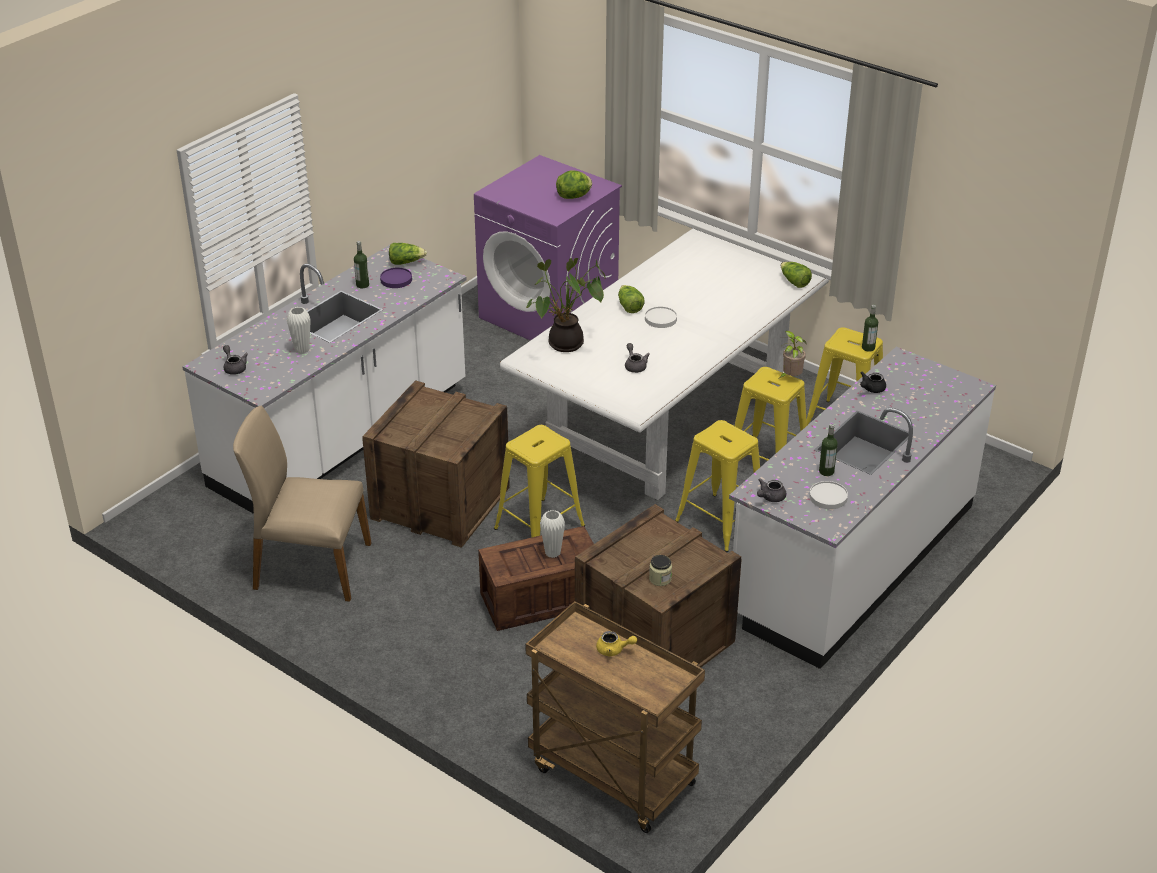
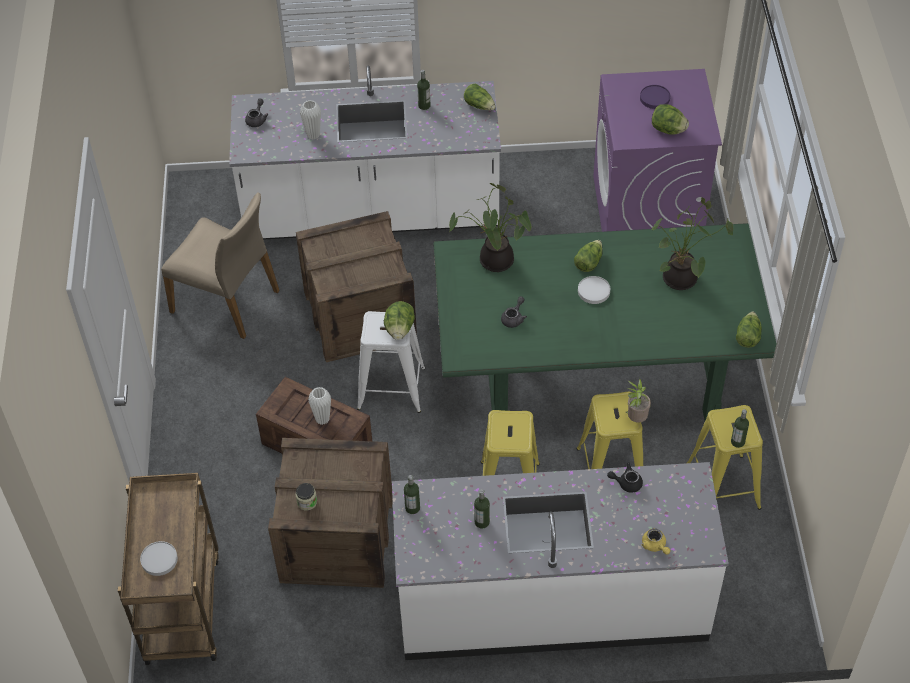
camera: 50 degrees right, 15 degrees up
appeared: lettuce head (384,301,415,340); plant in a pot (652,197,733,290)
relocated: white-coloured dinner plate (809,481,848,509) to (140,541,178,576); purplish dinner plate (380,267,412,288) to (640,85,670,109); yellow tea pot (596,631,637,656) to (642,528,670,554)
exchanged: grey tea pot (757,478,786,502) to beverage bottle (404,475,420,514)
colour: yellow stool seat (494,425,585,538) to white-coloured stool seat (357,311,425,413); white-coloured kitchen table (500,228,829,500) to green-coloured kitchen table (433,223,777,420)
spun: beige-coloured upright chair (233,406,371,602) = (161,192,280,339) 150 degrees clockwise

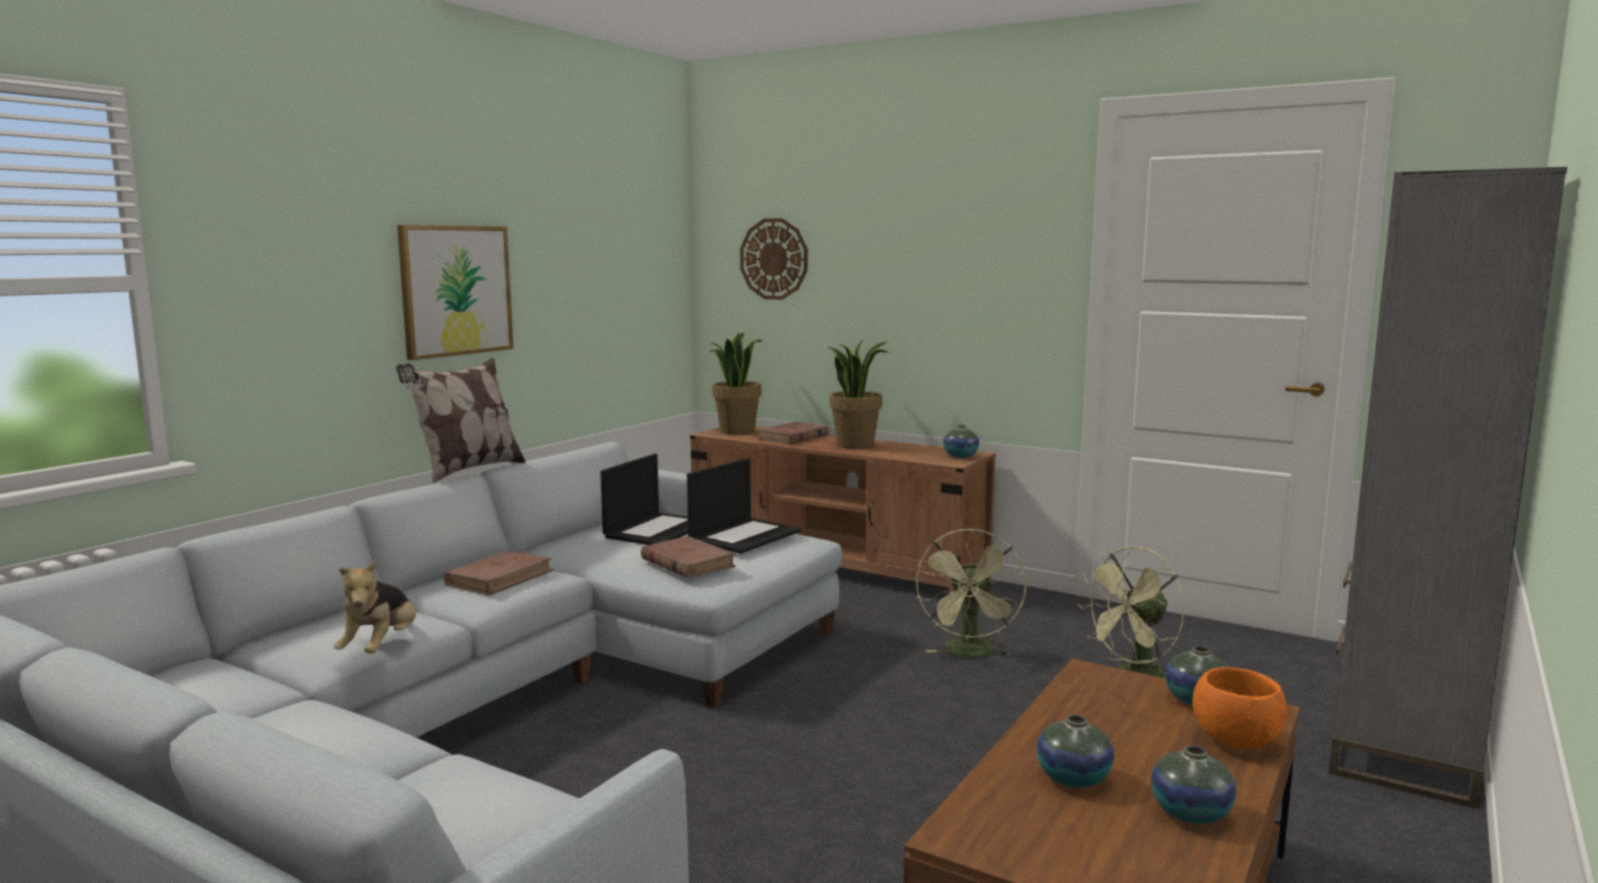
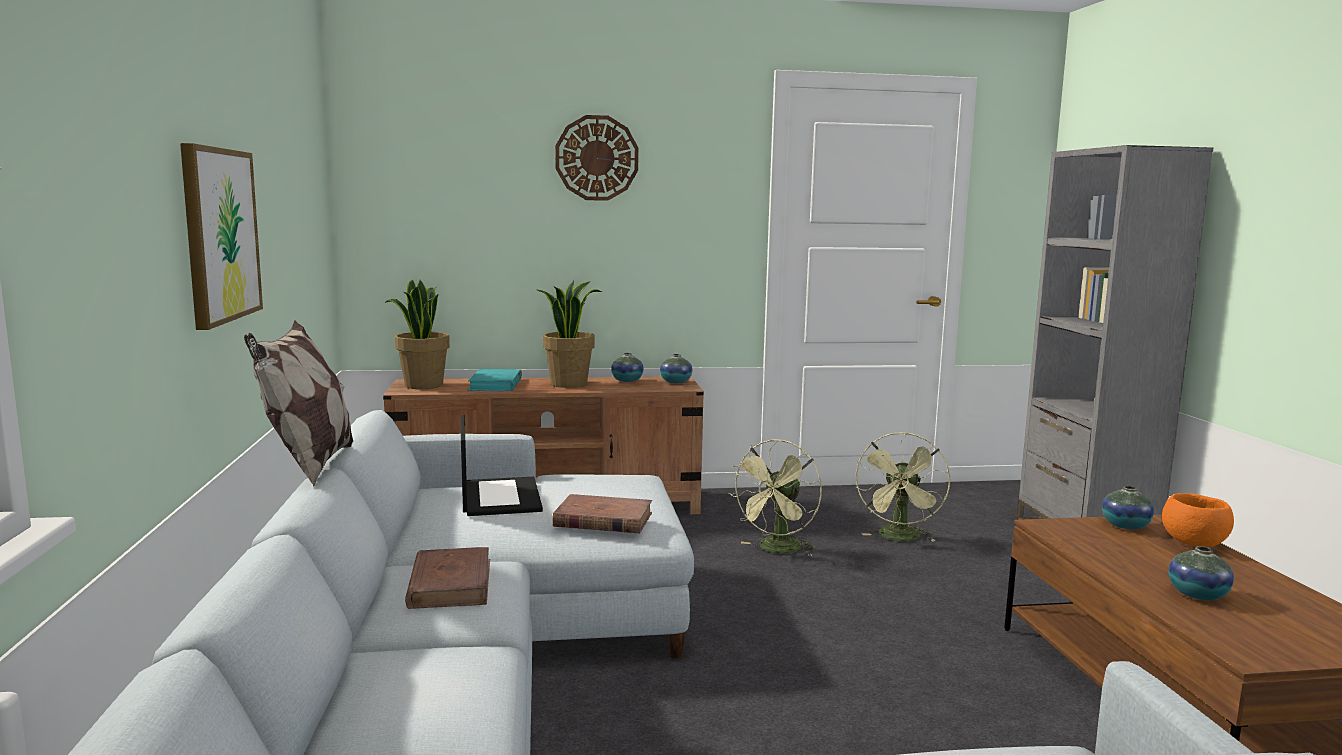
camera: 40 degrees left, 0 degrees up
missing: cuddly toy (334,560,416,654); laptop (687,458,801,554)
relocated: clock on the wall (740,218,808,300) to (555,115,639,201); decorative vase (1151,746,1236,824) to (611,353,644,382)
colour: brownish book (757,422,829,444) to turquoise book (467,369,522,391)
spun: green-coloured cooling fan (916,528,1026,658) = (729,440,822,556) 60 degrees clockwise

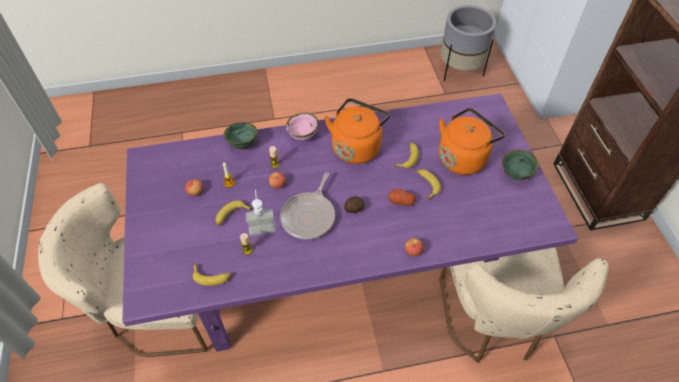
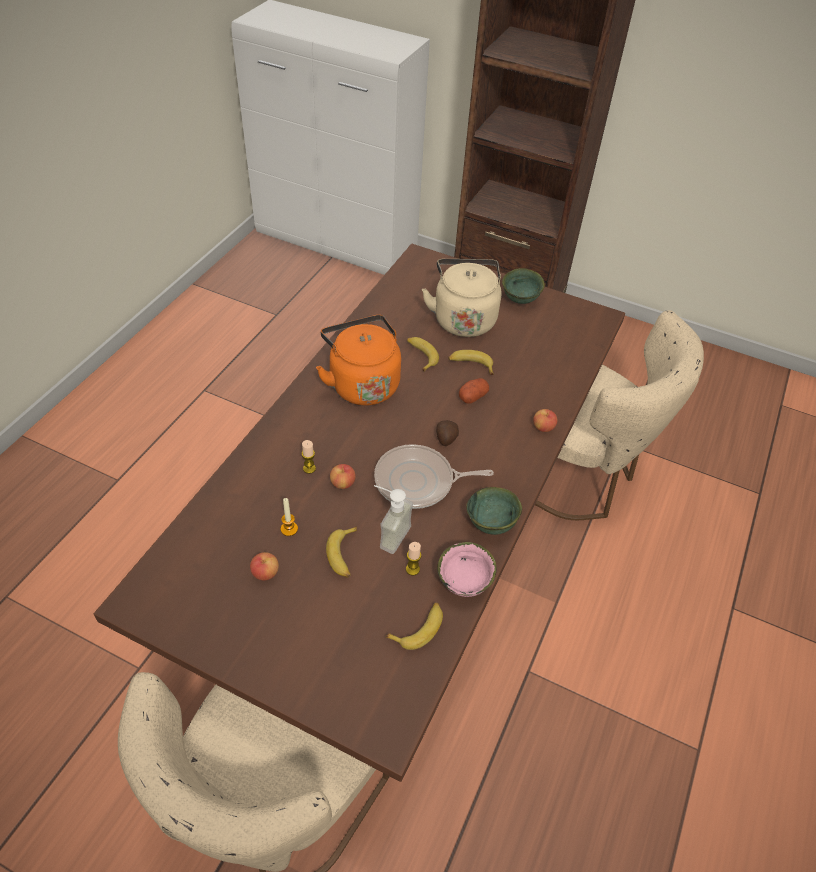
camera: 55 degrees left, 5 degrees down
missing: grey flower pot (440,5,496,81)
relocated: pinkish bowl (286,113,318,141) to (437,542,497,597); green-coloured bowl (224,122,258,150) to (466,487,522,535)
colour: purplish kitchen table (122,93,578,352) to brownish kitchen table (94,244,625,782); orange-coloured water kettle (438,108,505,175) to beige-coloured water kettle (422,259,501,337)
spun: skillet (280,172,335,240) = (374,444,494,509) 120 degrees clockwise

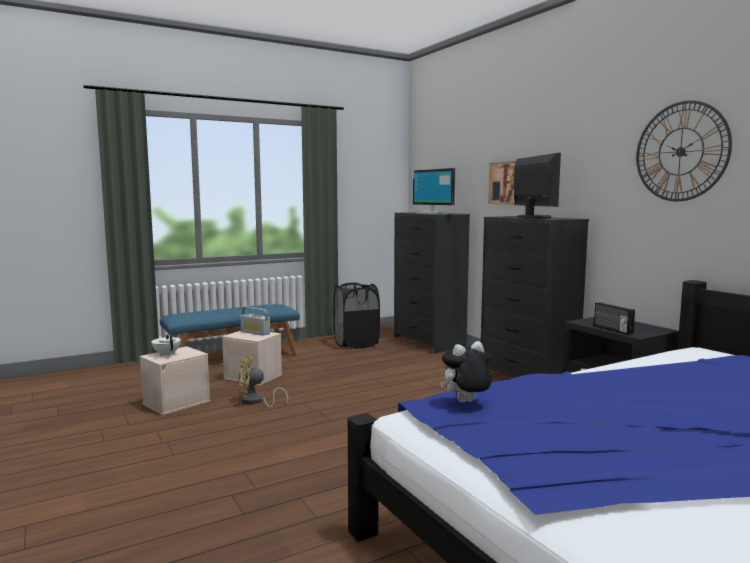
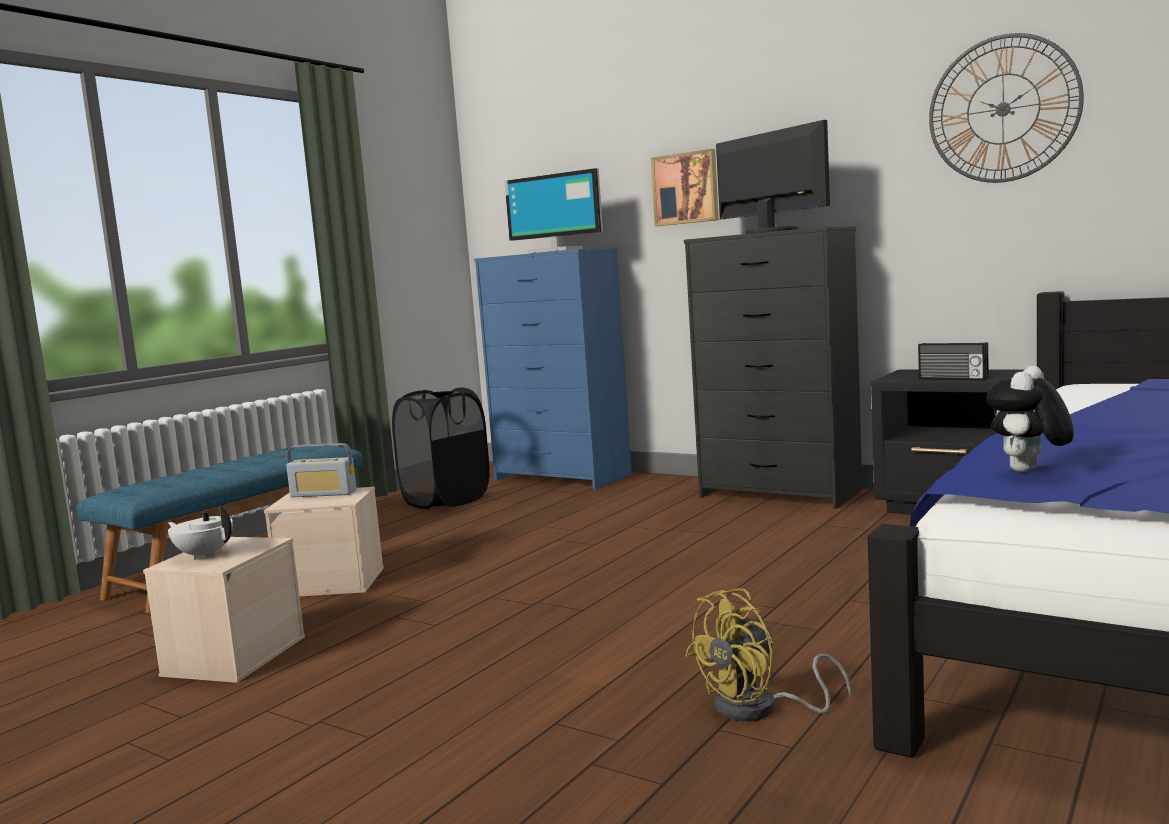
camera: 25 degrees left, 0 degrees up
relocated: yellow cooling fan (238,356,288,407) to (685,588,851,722)
colour: black-coloured chest of drawers (394,212,470,353) to blue chest of drawers (474,248,632,489)

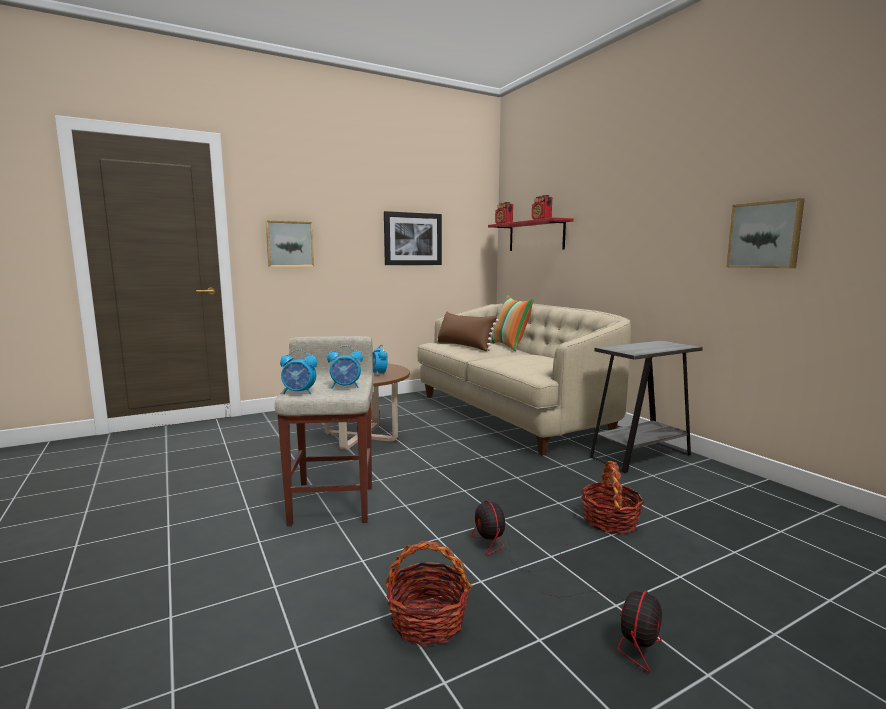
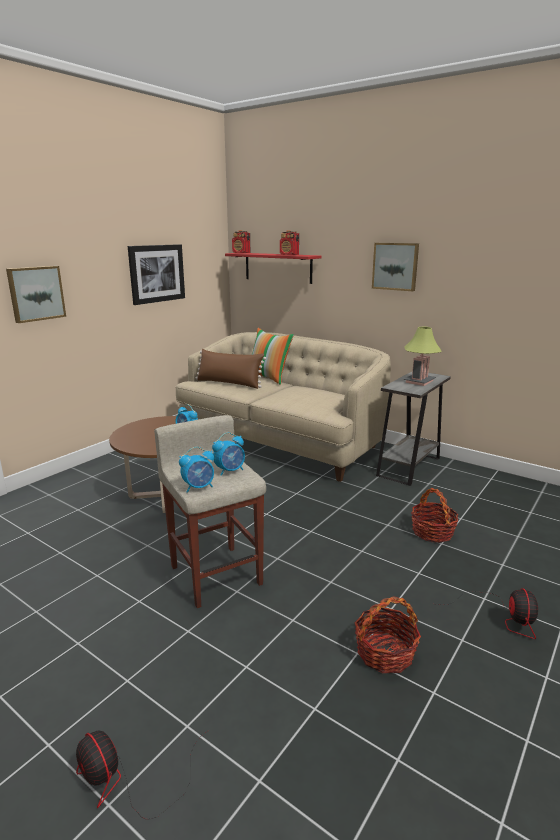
camera: 25 degrees left, 10 degrees up
appeared: lamp for a table (403,327,442,386)
relocated: cooling fan (472,501,577,572) to (76,729,210,820); wall picture (726,198,805,268) to (372,243,419,291)

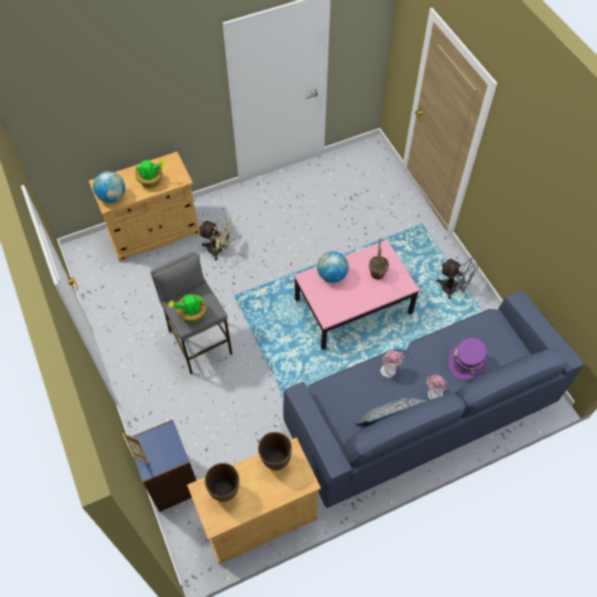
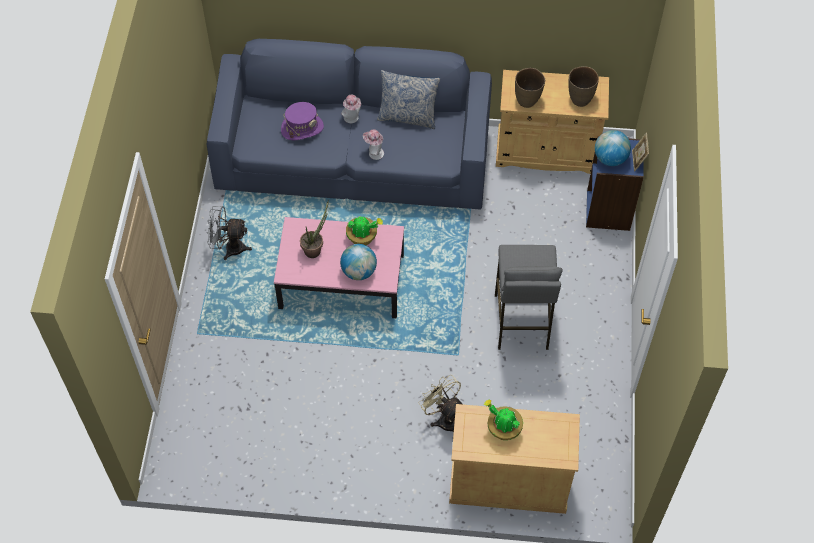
camera: 150 degrees left, 0 degrees up
relocated: plant in a pot (169,294,207,323) to (346,216,383,245); globe (93,171,125,203) to (595,130,631,166)
spun: grey cooling fan (436,258,479,299) = (207,206,252,260) 60 degrees counterclockwise

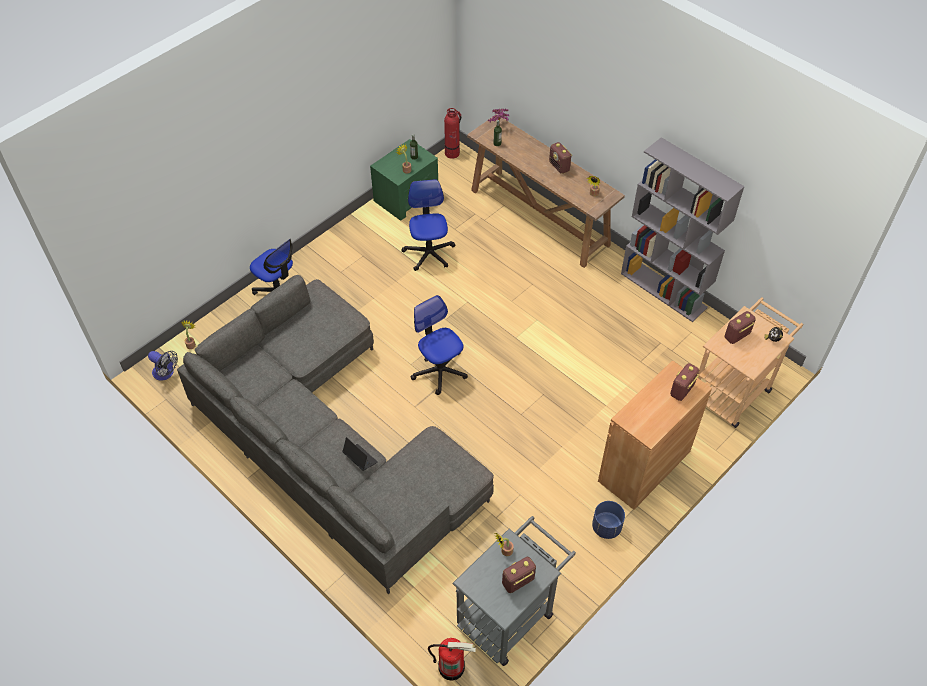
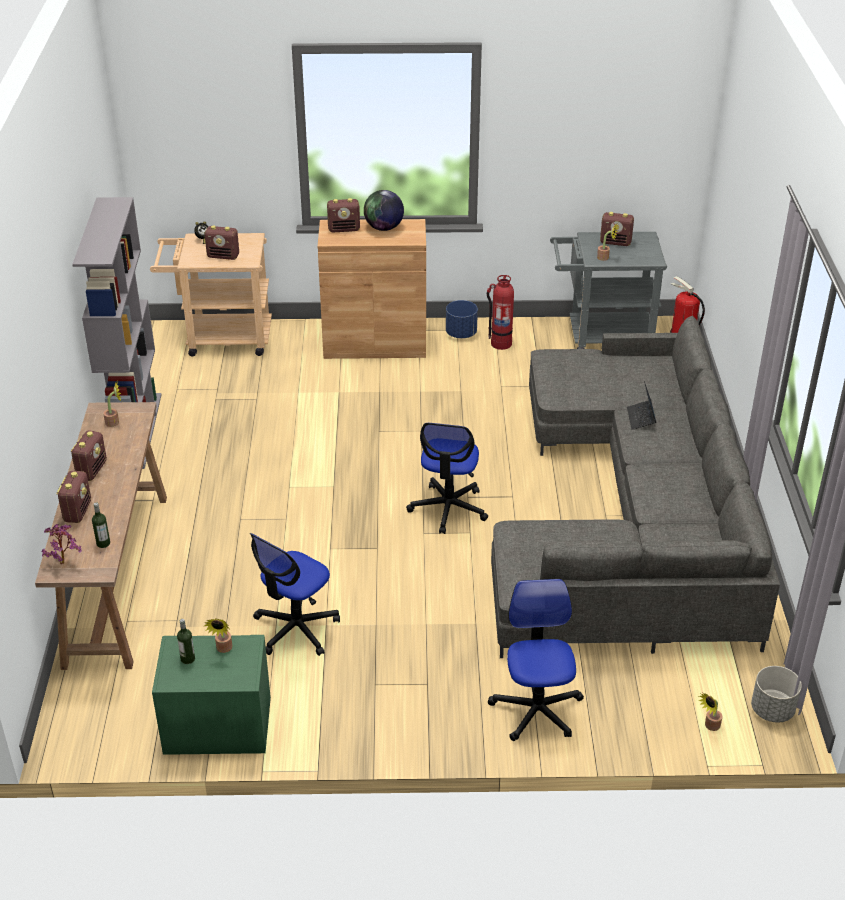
camera: 135 degrees left, 15 degrees down
appeared: radio set (56,471,91,523); globe (364,190,404,231)
relocated: fire extinguisher (444,108,461,159) to (487,275,514,350)
exchanged: cooling fan (148,351,178,381) to grey flower pot (751,666,802,723)

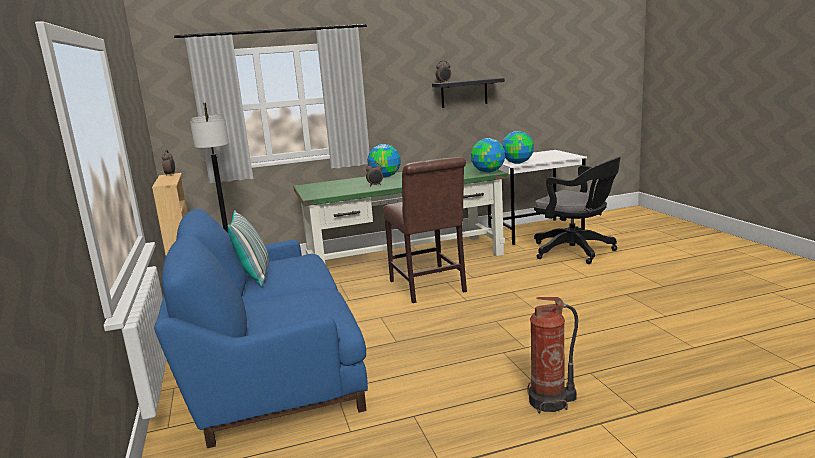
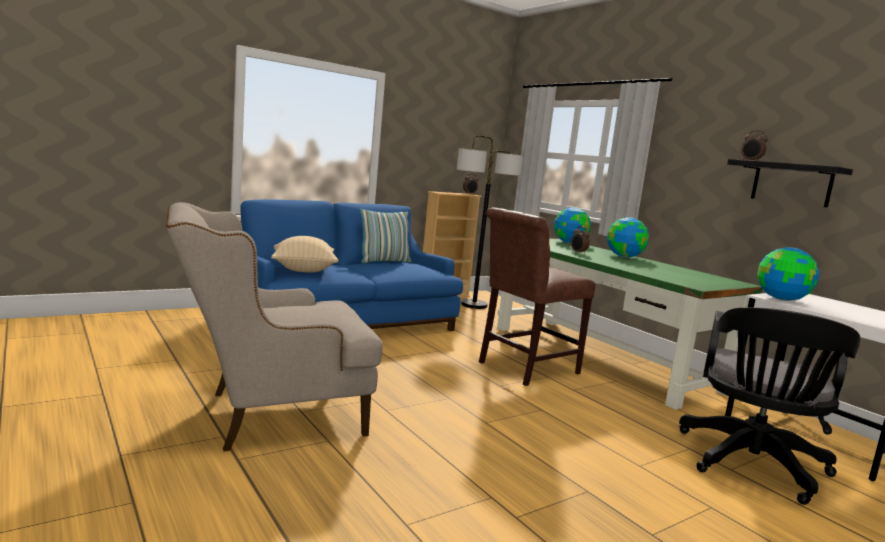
camera: 70 degrees right, 5 degrees down
appeared: beige-coloured pillow (271,236,338,273)
relocated: globe (471,138,505,173) to (554,207,591,244)
exchanged: fire extinguisher (527,297,578,414) to beige-coloured easy chair (166,202,383,451)

